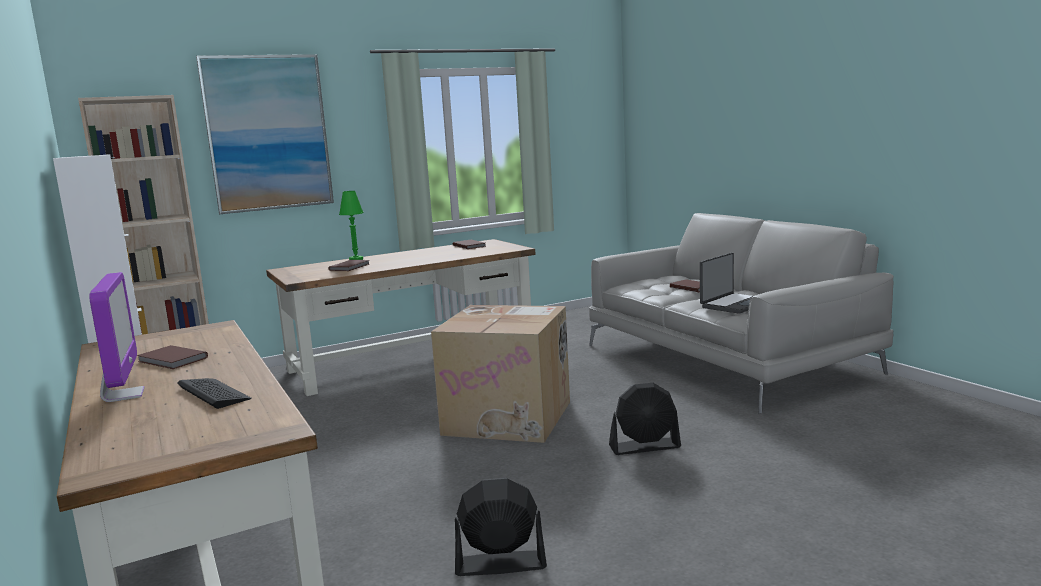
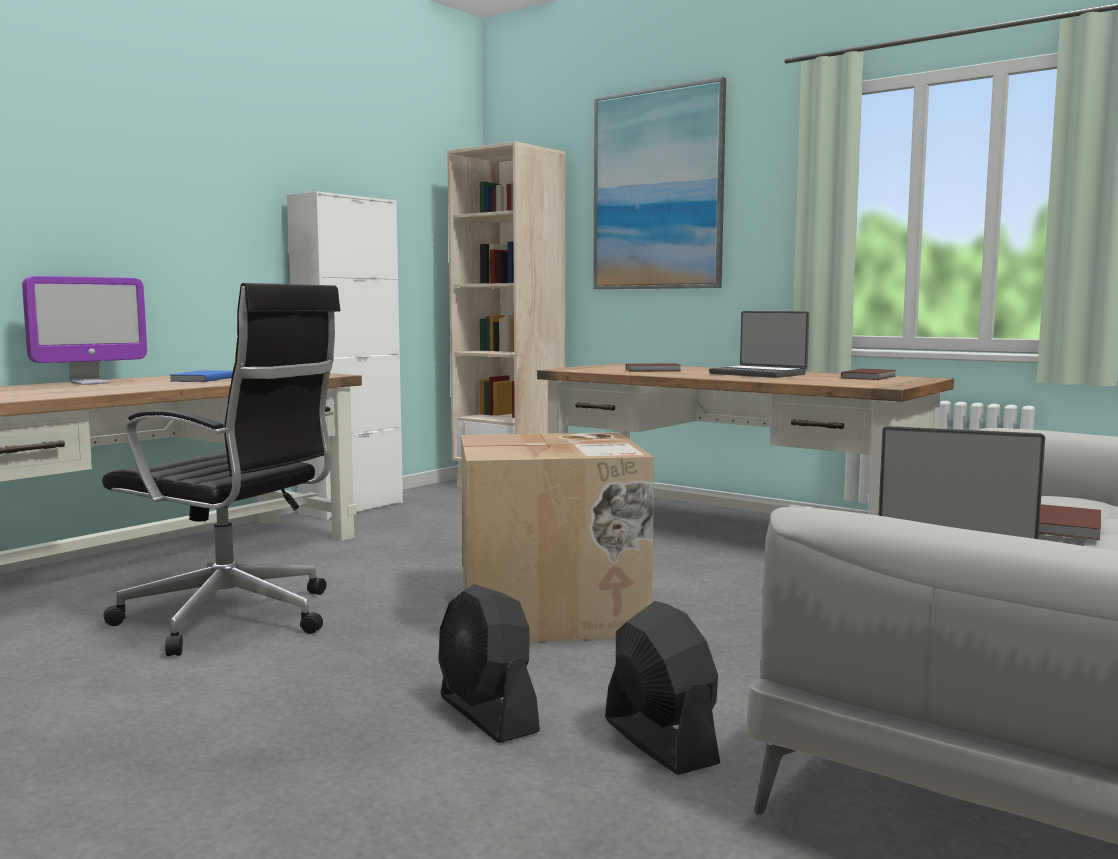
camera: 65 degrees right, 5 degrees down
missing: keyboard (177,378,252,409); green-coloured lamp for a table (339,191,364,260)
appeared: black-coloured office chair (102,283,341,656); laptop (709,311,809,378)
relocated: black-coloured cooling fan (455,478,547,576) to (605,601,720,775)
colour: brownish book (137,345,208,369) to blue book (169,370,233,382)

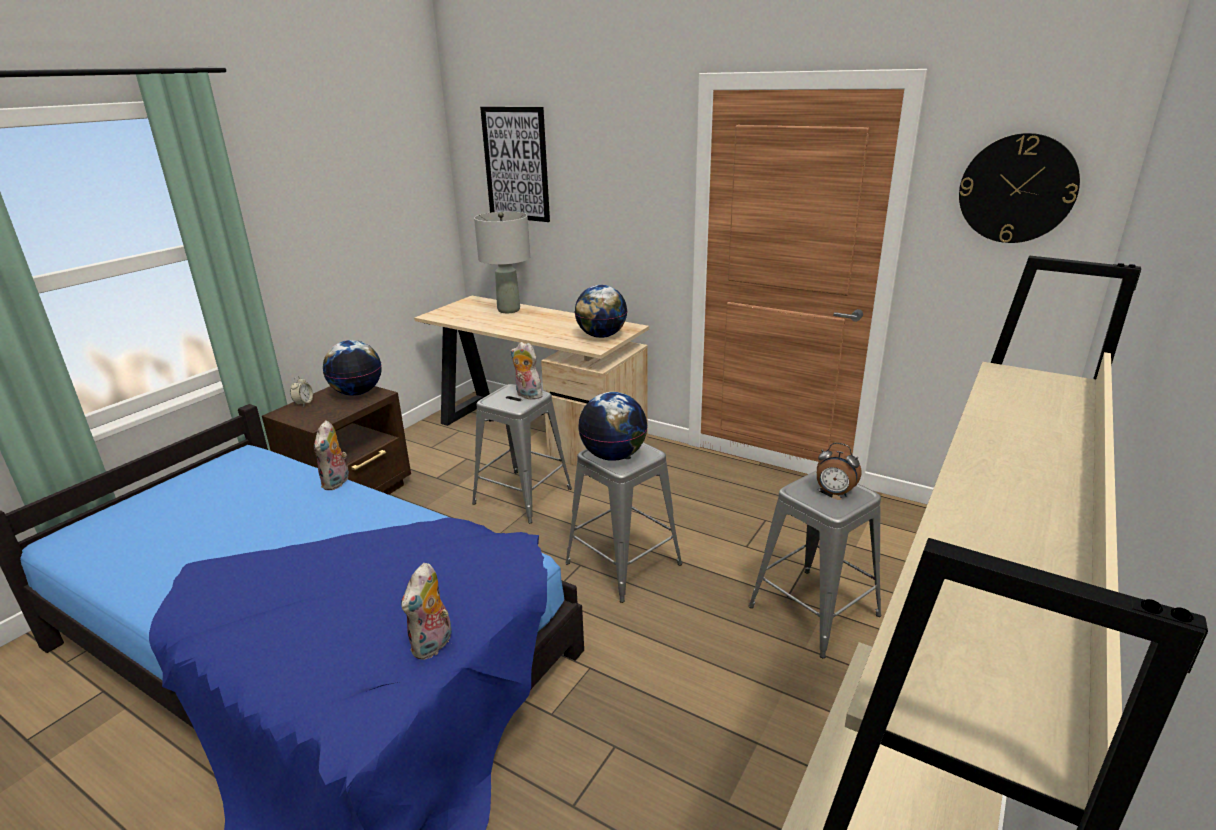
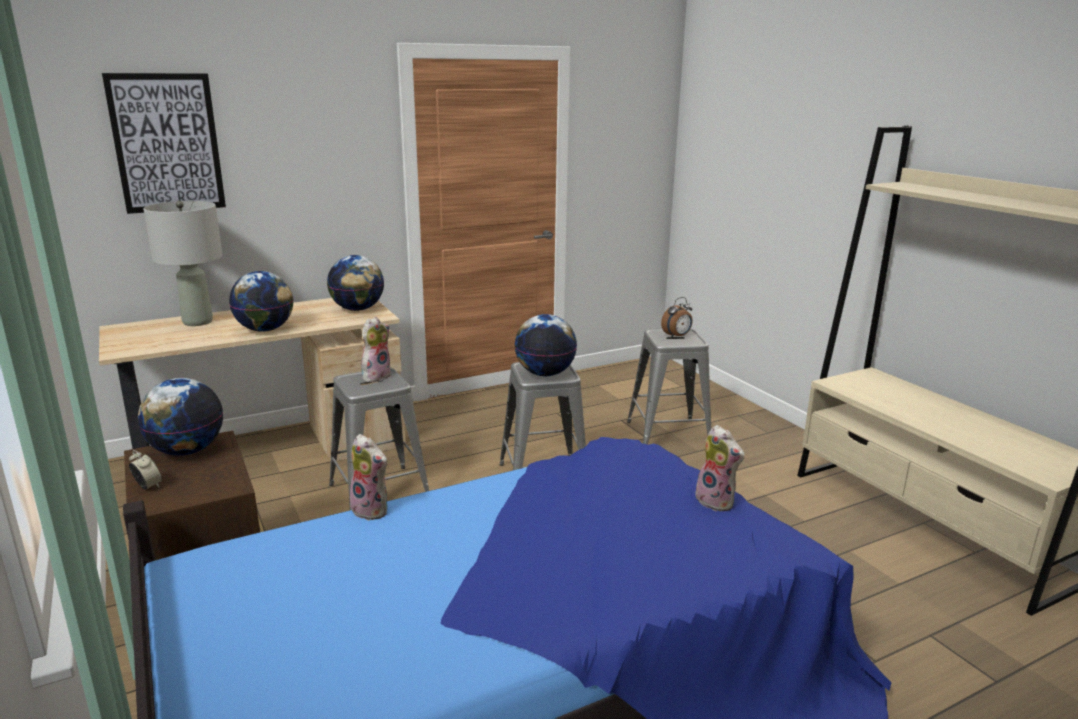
camera: 60 degrees left, 5 degrees down
missing: clock on the wall (959,133,1080,243)
appeared: globe (229,271,293,332)
spun: cuddly toy (511,342,544,400) = (361,317,391,383) 150 degrees clockwise

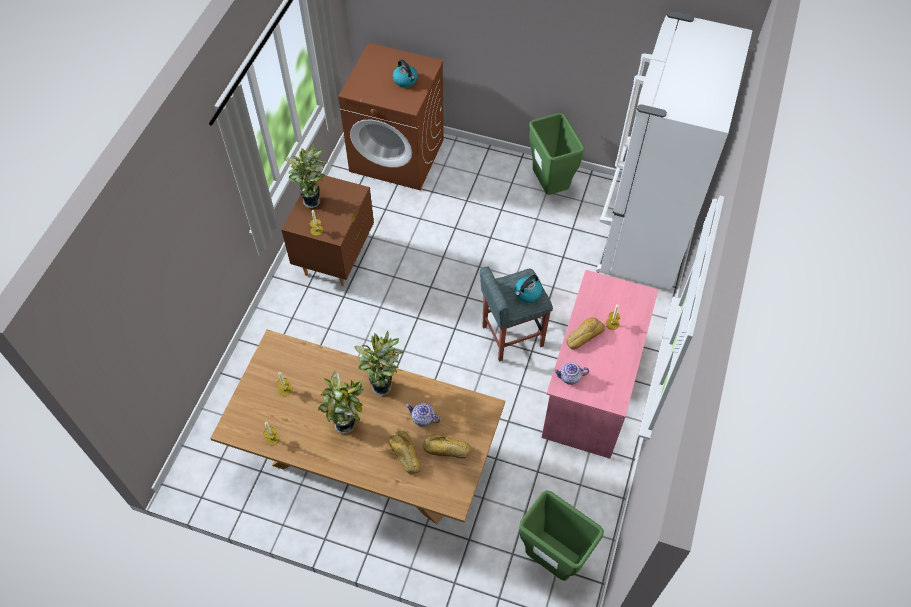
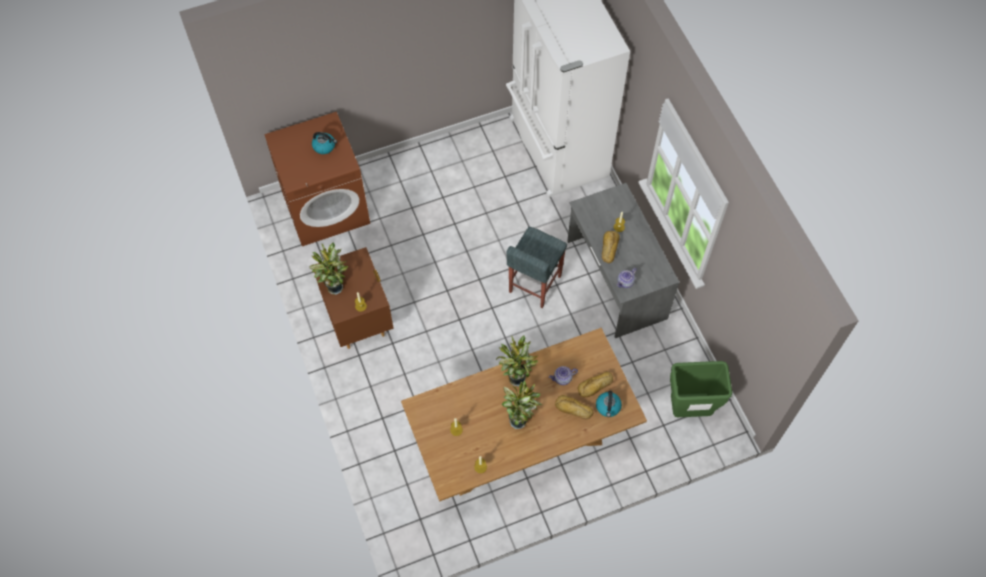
camera: 40 degrees left, 5 degrees up
missing: green-coloured rubbish bin (529,113,585,195)
relocated: water kettle (515,275,543,303) to (596,391,622,417)
colour: pinkish desk (542,270,659,459) to grey desk (567,183,680,338)

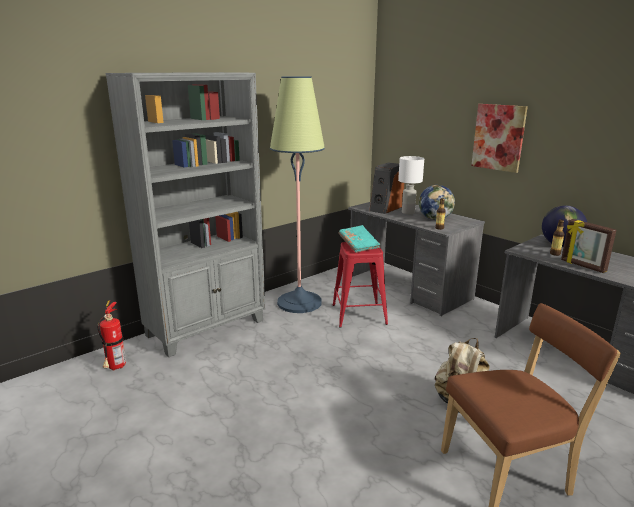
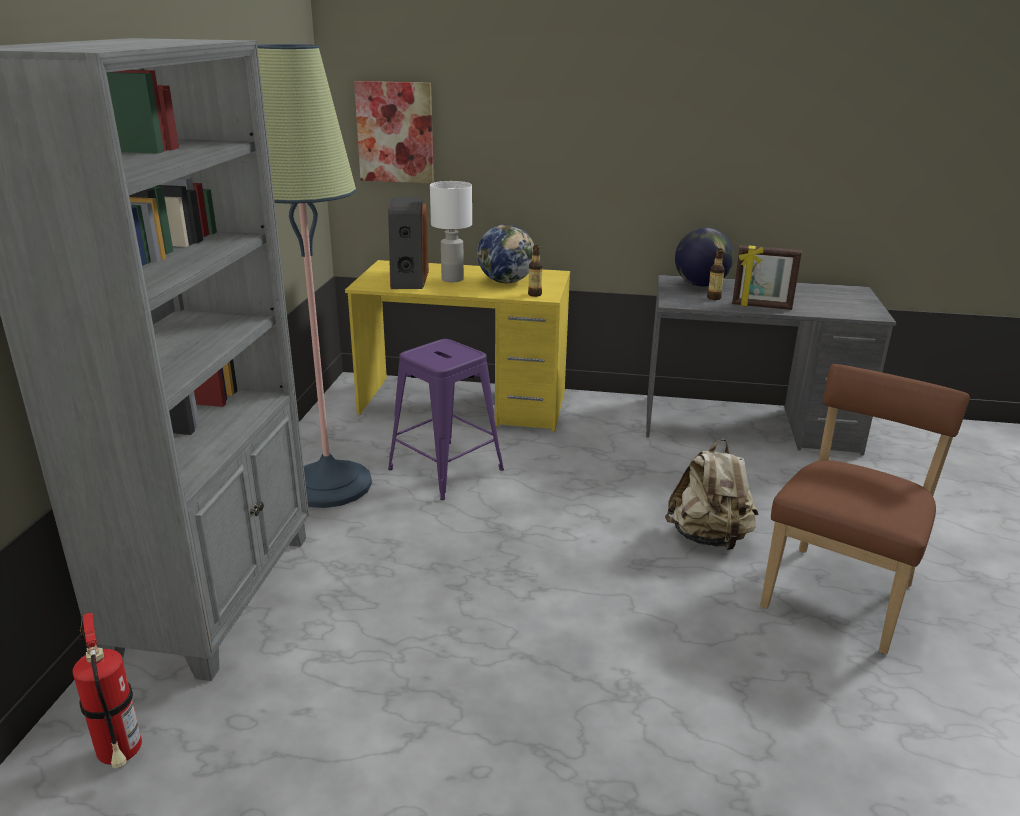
camera: 40 degrees left, 5 degrees up
missing: turquoise book (338,225,381,253)
relocated: wall picture (471,104,528,173) to (354,81,434,183)
colour: grey desk (348,202,485,316) to yellow desk (345,260,570,432); red stool seat (333,242,388,327) to purplish stool seat (388,339,504,500)

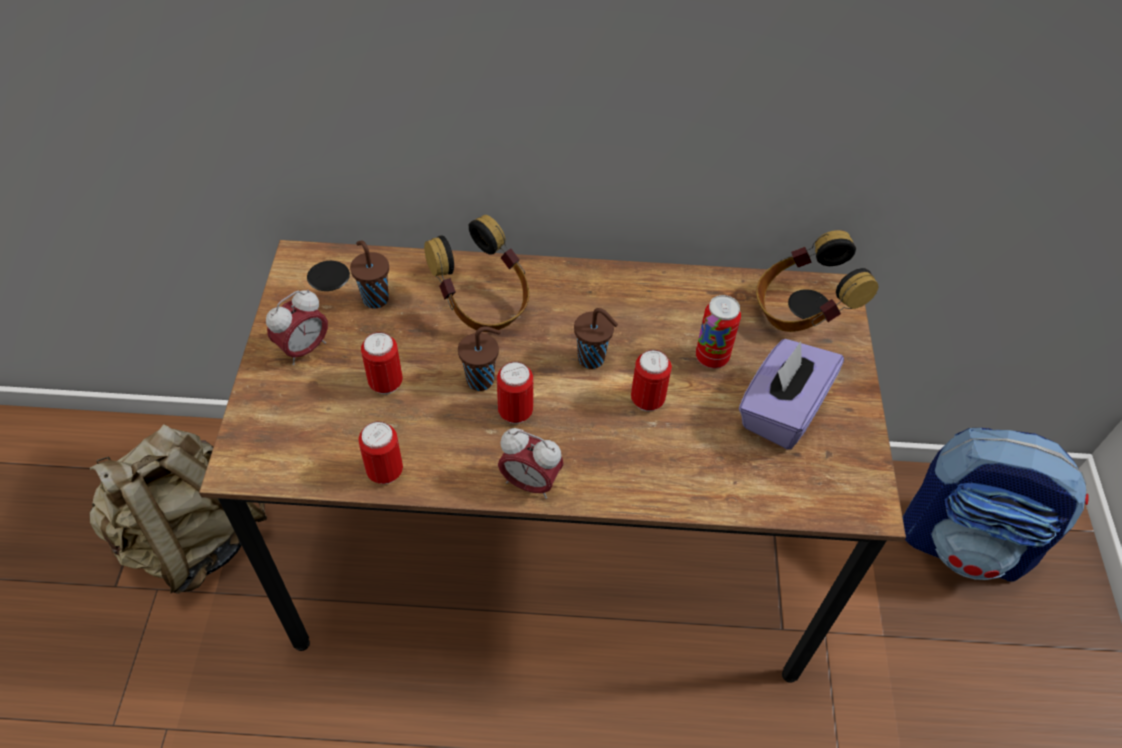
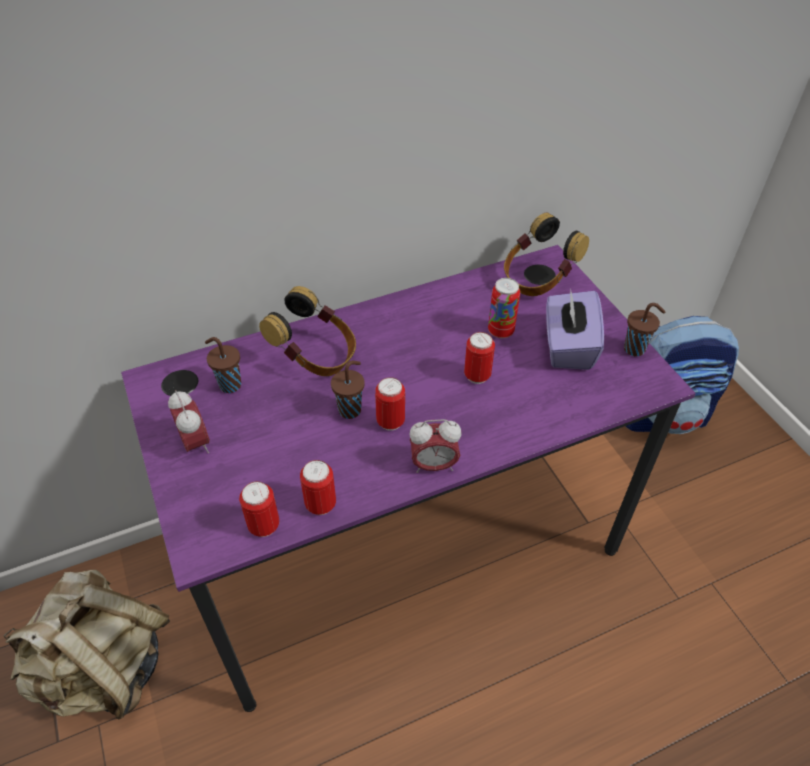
camera: 25 degrees left, 5 degrees down
relocated: metal can (361,332,403,394) to (239,481,279,537); brownish drinking cup (574,308,618,369) to (624,303,666,356)
colour: brownish desk (199,240,906,683) to purplish desk (121,245,696,712)
spun: bedside clock (266,290,328,365) = (168,390,210,453) 45 degrees counterclockwise

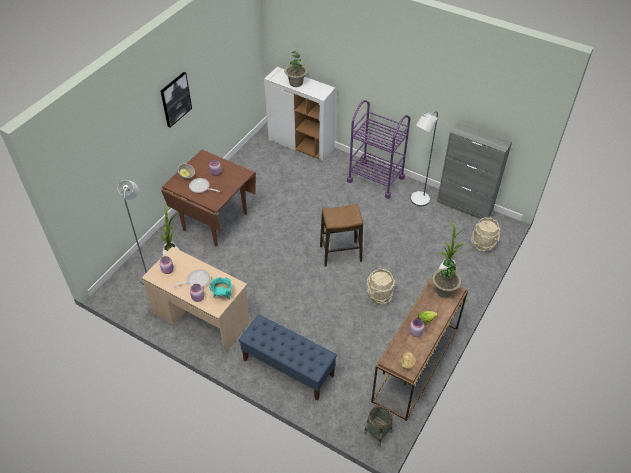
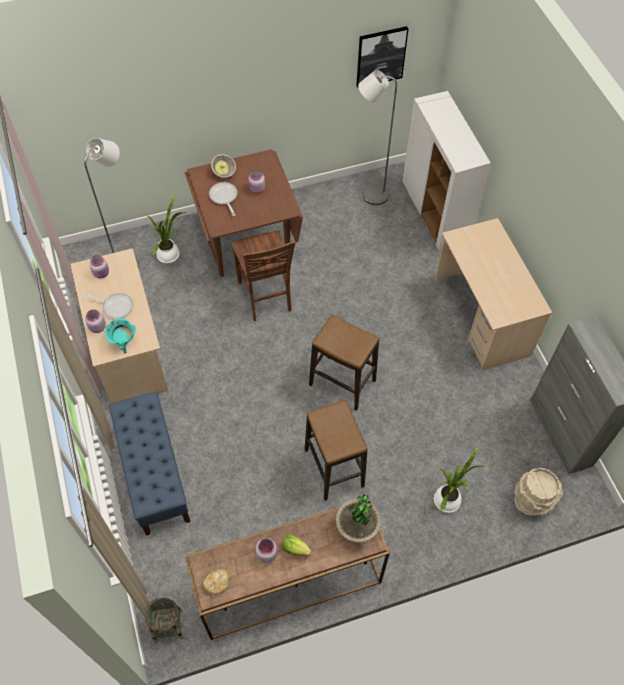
camera: 40 degrees right, 10 degrees up
missing: plant in a pot (284,51,307,87)
appeared: brownish upright chair (231,231,296,321)
relocated: wall picture (161,72,192,127) to (356,26,408,88); grey standing lamp (410,111,438,206) to (358,70,397,205)
exchanged: beige-coloured pail (366,268,396,304) to stool seat (304,400,368,501); purplish wheeled cart (347,100,410,199) to beige-coloured desk (435,218,553,371)

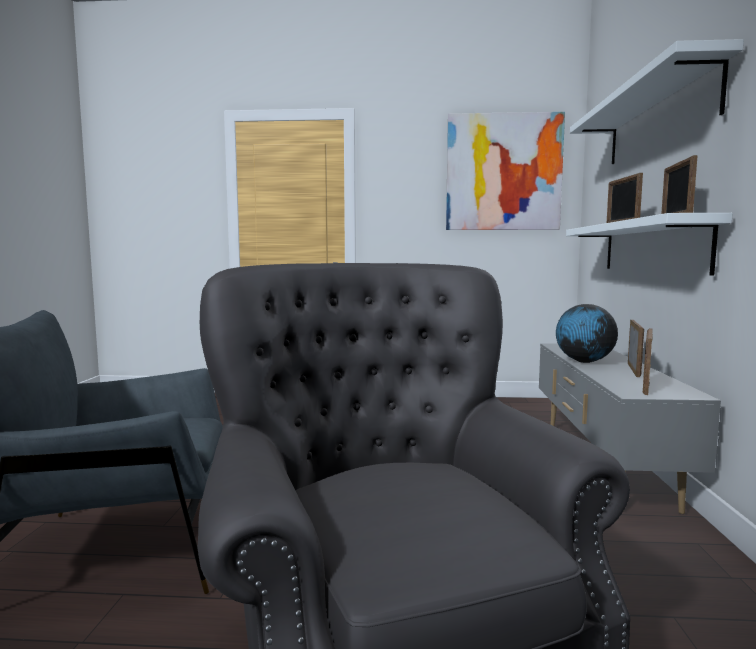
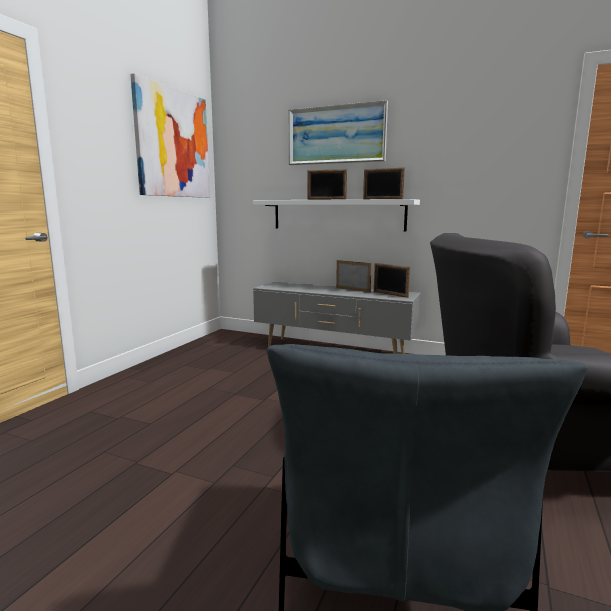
camera: 70 degrees left, 5 degrees up
missing: globe (556,304,618,363)
exchanged: white-coloured shelf (570,39,744,164) to wall picture (289,100,388,165)

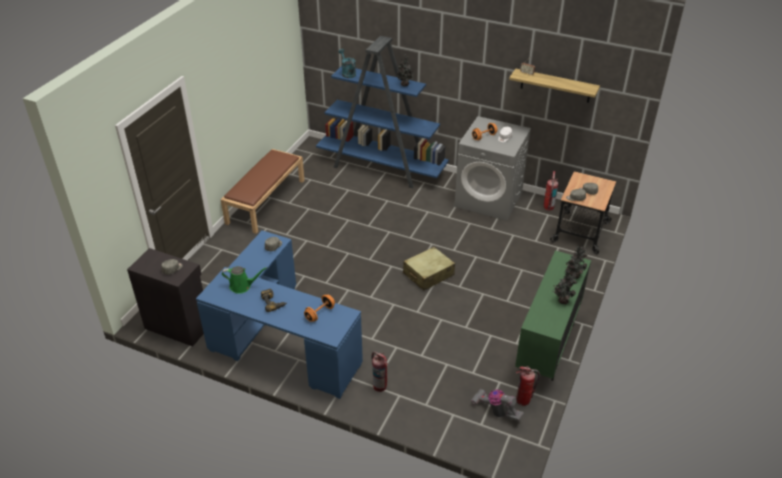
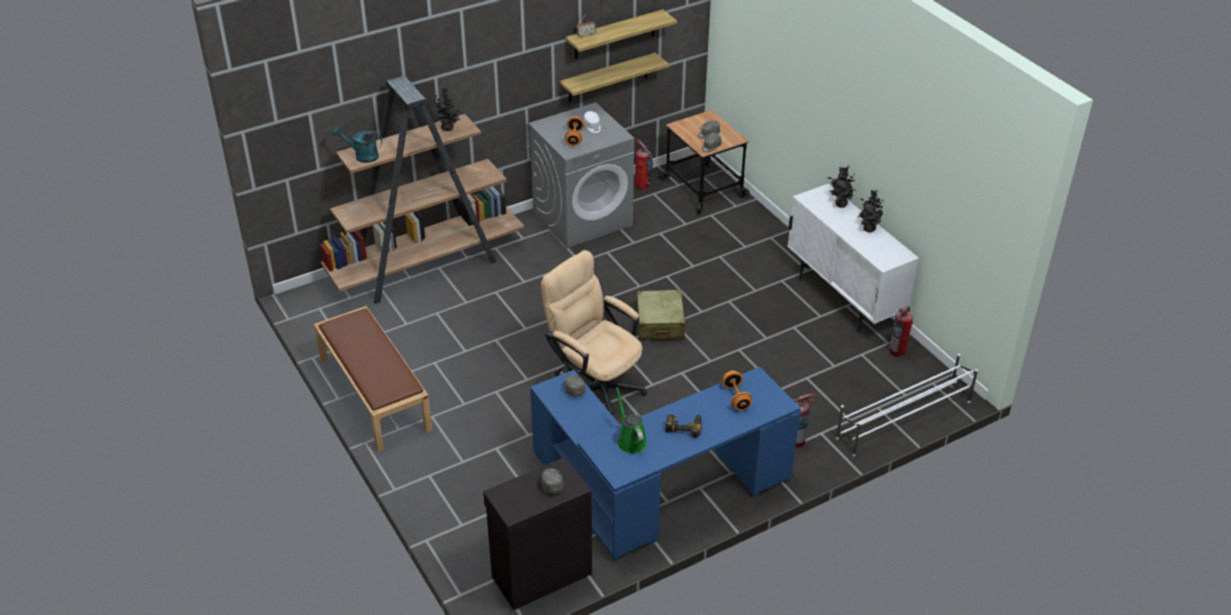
camera: 55 degrees left, 0 degrees up
missing: vacuum cleaner (471,389,524,421)
appeared: beige-coloured office chair (541,250,647,418); shelf (560,53,669,102); white-coloured shoe stand (836,354,978,456)
colour: blue bookcase (316,36,449,188) to brownish bookcase (320,76,525,304); green-coloured cabinet (515,250,591,381) to white-coloured cabinet (787,184,919,333)
spun: green-coloured watering can (222,266,267,294) = (616,388,647,454) 60 degrees counterclockwise

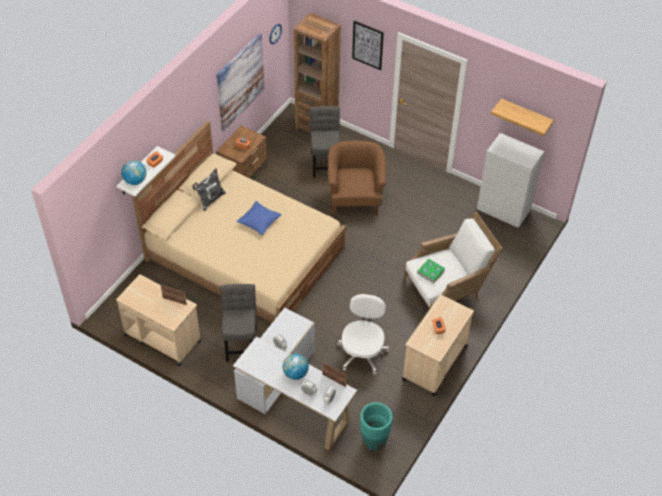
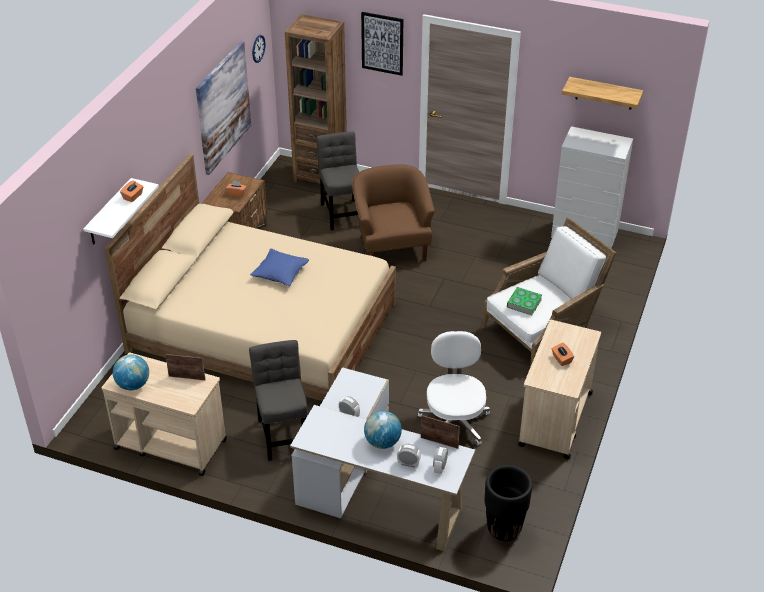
camera: 10 degrees left, 10 degrees down
missing: pillow (192,168,226,211)
relocated: globe (121,160,146,185) to (113,354,149,390)
colour: turquoise flower pot (360,402,393,451) to black-coloured flower pot (484,465,532,541)

